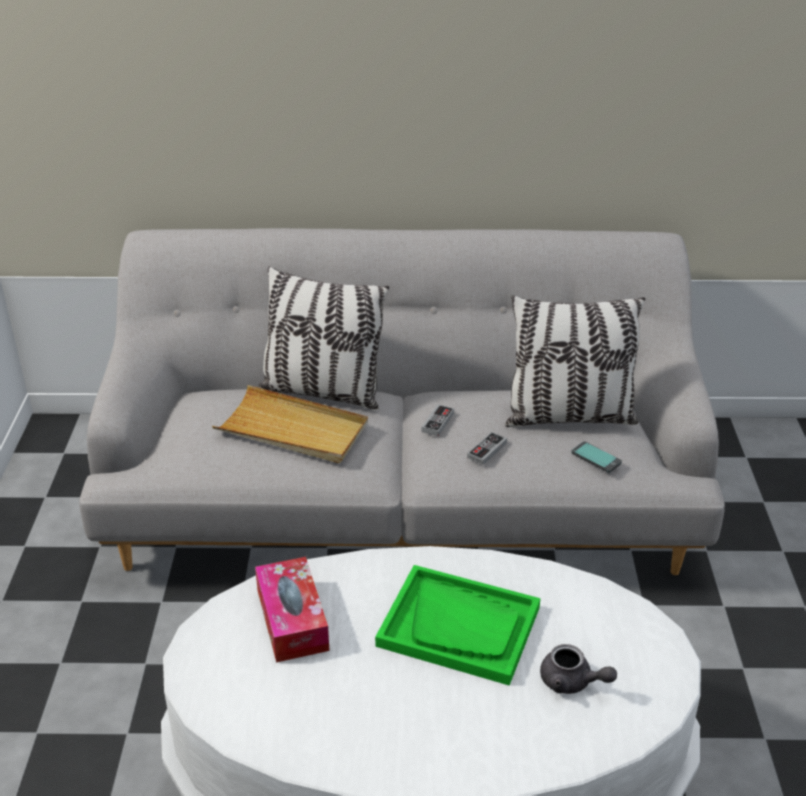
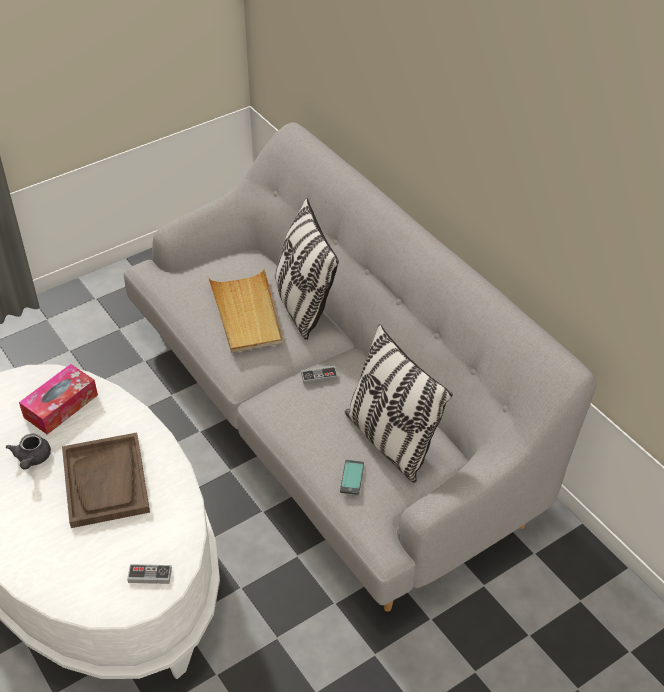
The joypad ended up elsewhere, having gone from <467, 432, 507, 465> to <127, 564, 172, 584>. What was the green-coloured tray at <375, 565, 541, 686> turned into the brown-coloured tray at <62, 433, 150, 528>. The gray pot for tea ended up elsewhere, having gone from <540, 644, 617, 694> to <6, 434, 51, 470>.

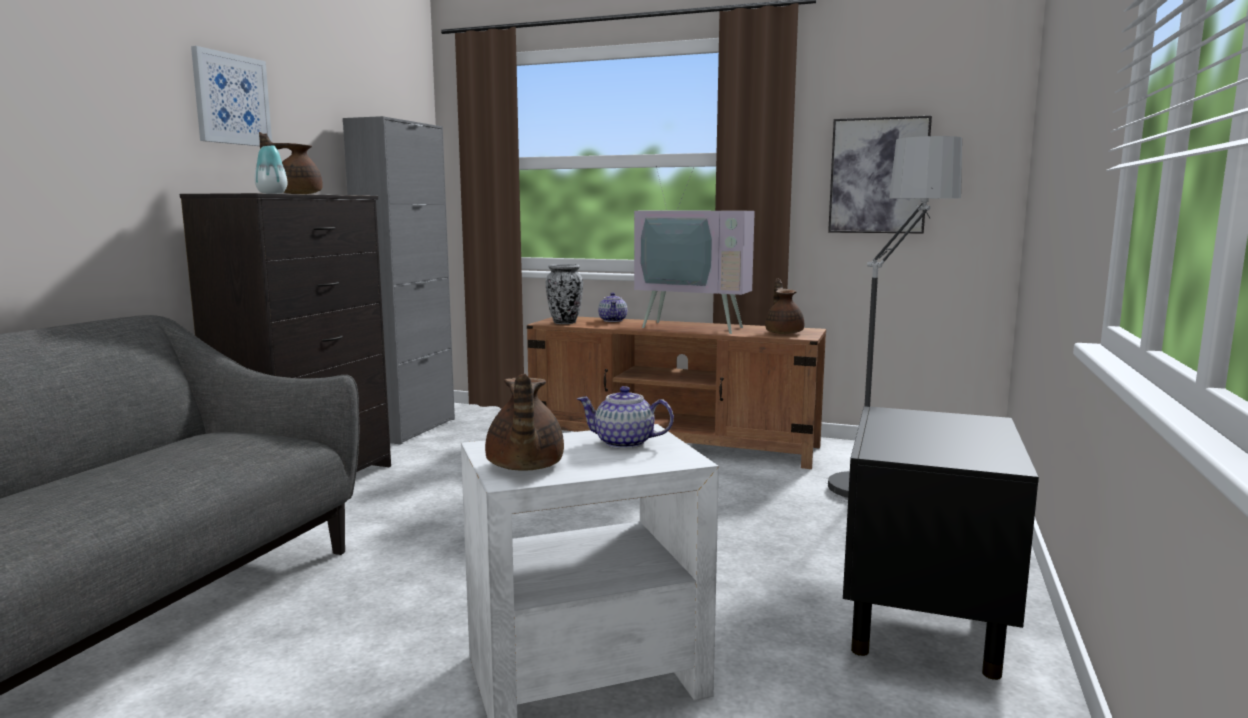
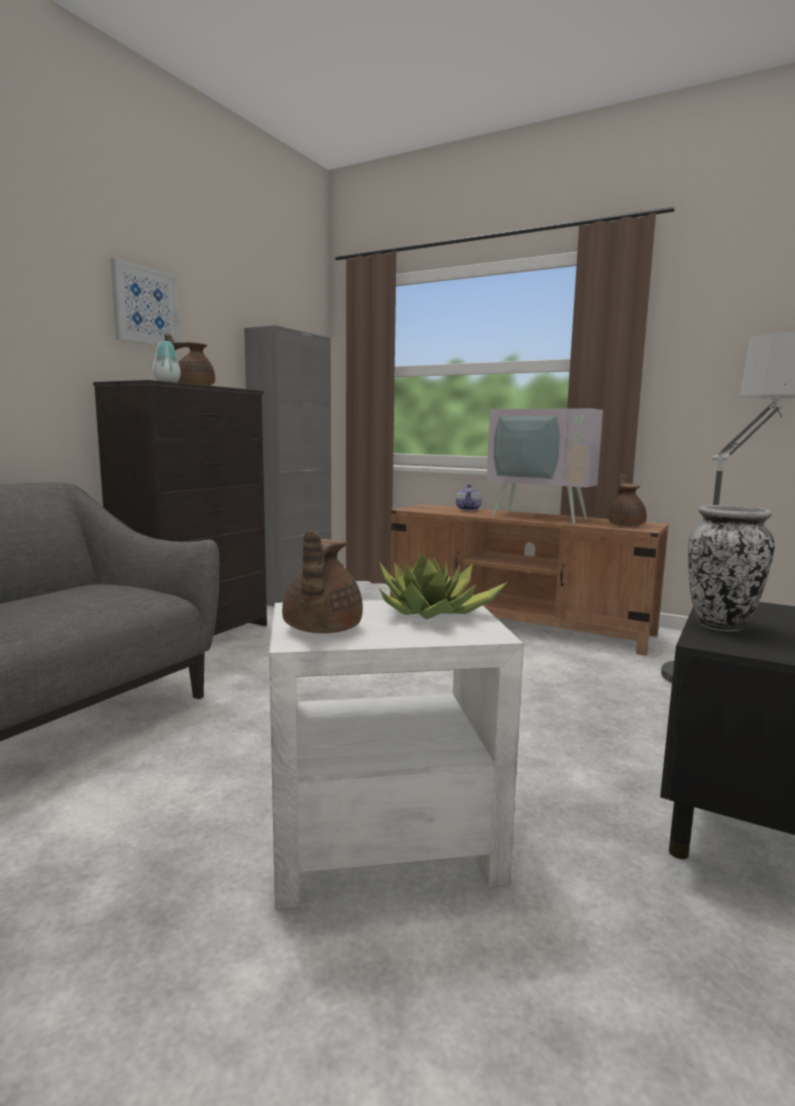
The second view lost the wall picture at <828, 116, 932, 234>. The decorative vase ended up elsewhere, having gone from <546, 264, 583, 324> to <688, 505, 775, 632>. Where the pot for tea stood at <577, 386, 674, 449>, the potted plant came to stand at <379, 552, 507, 620>.

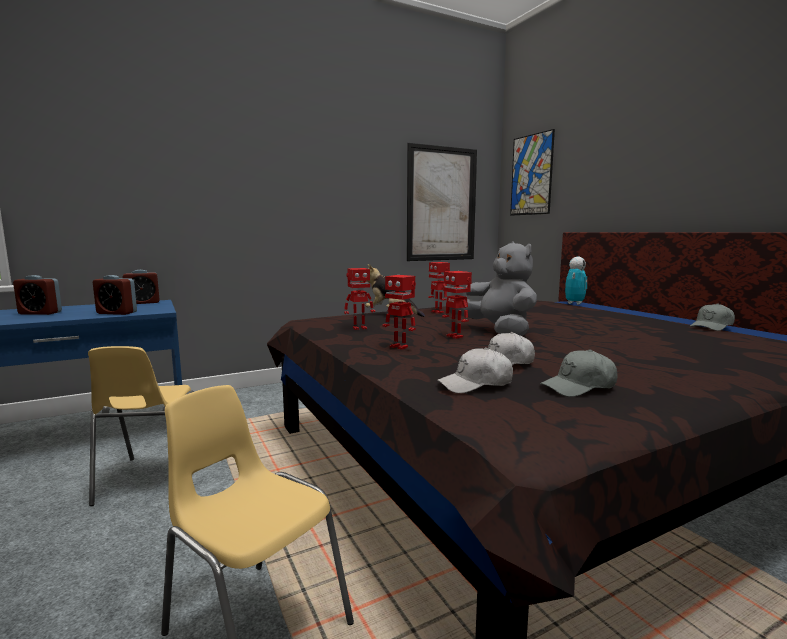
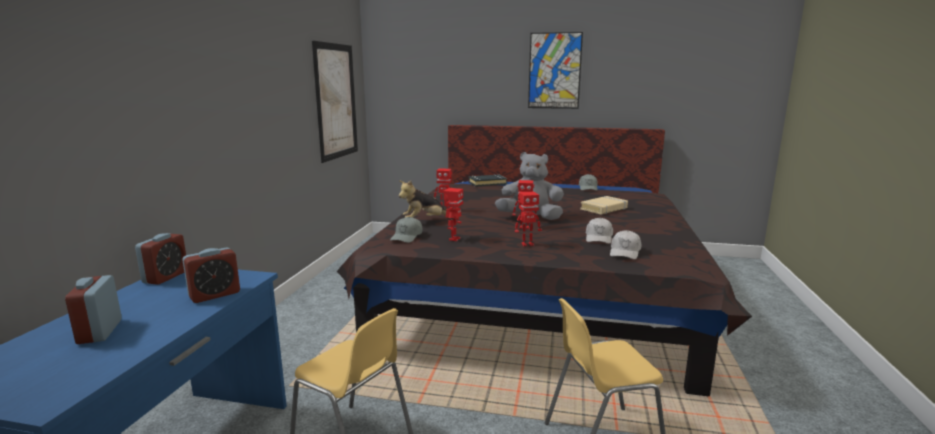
The wall picture ended up elsewhere, having gone from <510, 129, 555, 216> to <528, 32, 583, 109>. Where the toy robot stood at <565, 257, 587, 305>, the black volume came to stand at <469, 174, 507, 187>. The table clock at <13, 275, 62, 315> ended up facing another way, 120 degrees clockwise from before. The gray baseball cap ended up elsewhere, having gone from <540, 349, 618, 397> to <390, 217, 422, 243>. The second view gained the beige volume at <580, 196, 628, 215>.

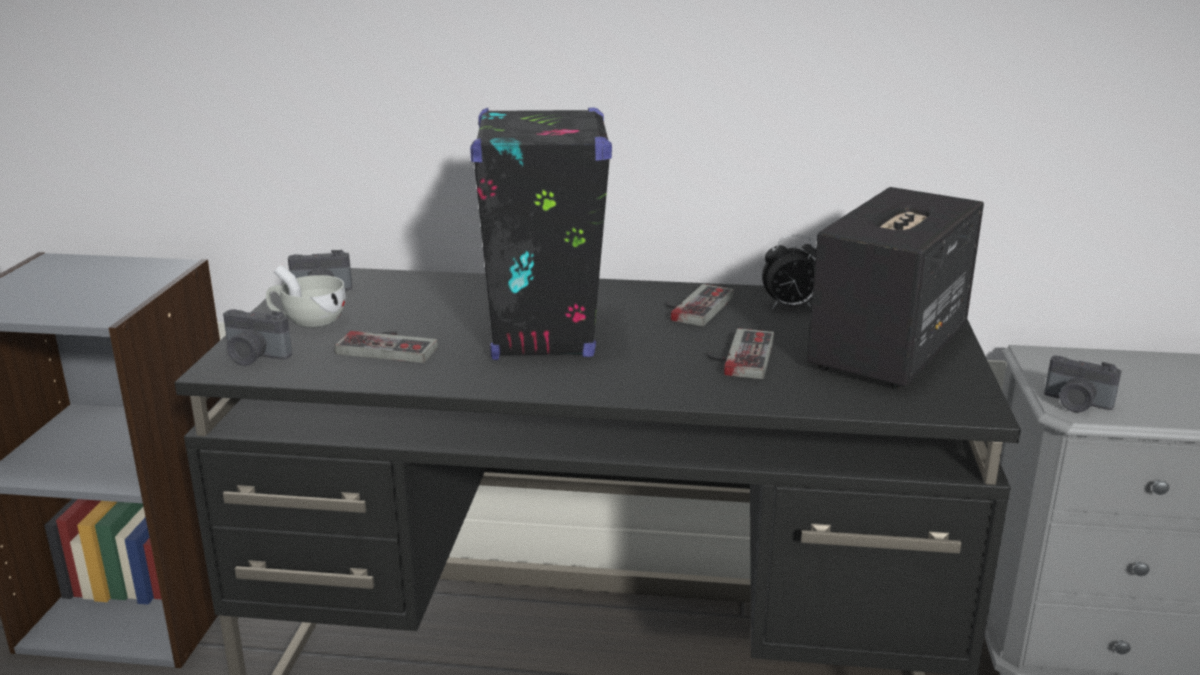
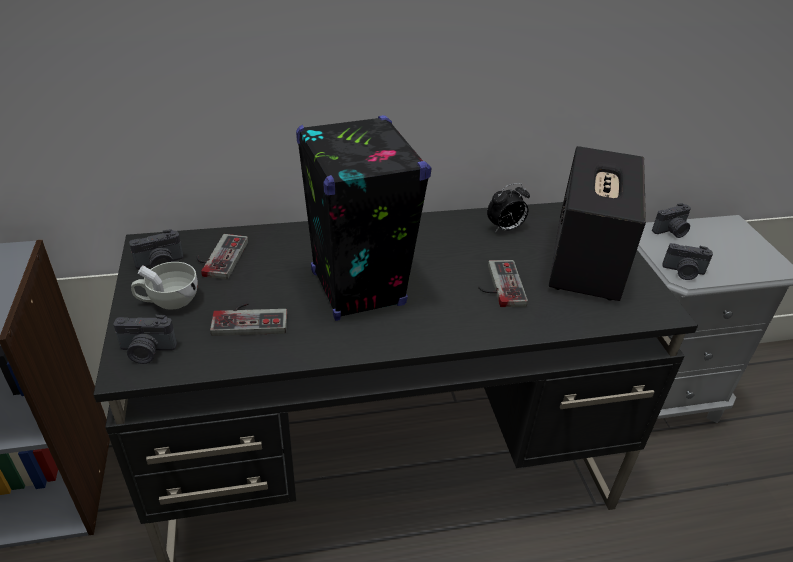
The joypad ended up elsewhere, having gone from <665, 284, 734, 326> to <196, 234, 248, 280>. The second view gained the photo camera at <652, 203, 691, 238>.

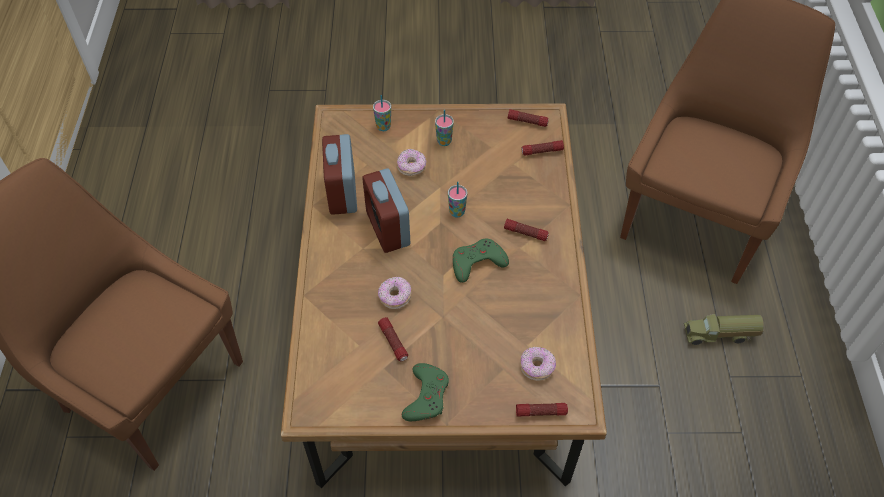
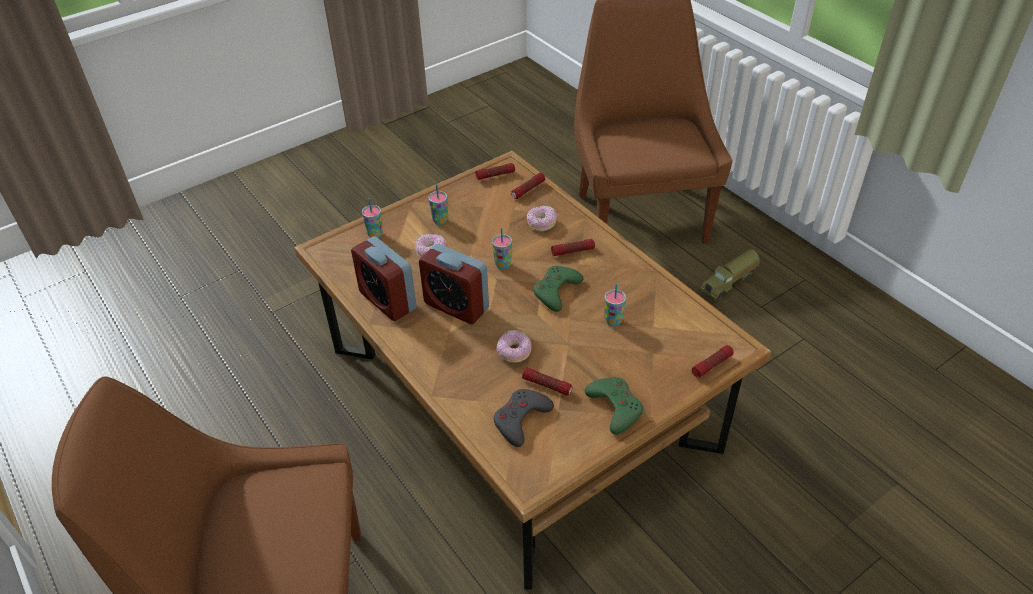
The donut ended up elsewhere, having gone from <520, 347, 556, 381> to <527, 206, 557, 231>. The second view gained the small cup at <605, 284, 626, 326>. The second view gained the gray joypad at <493, 389, 554, 447>.

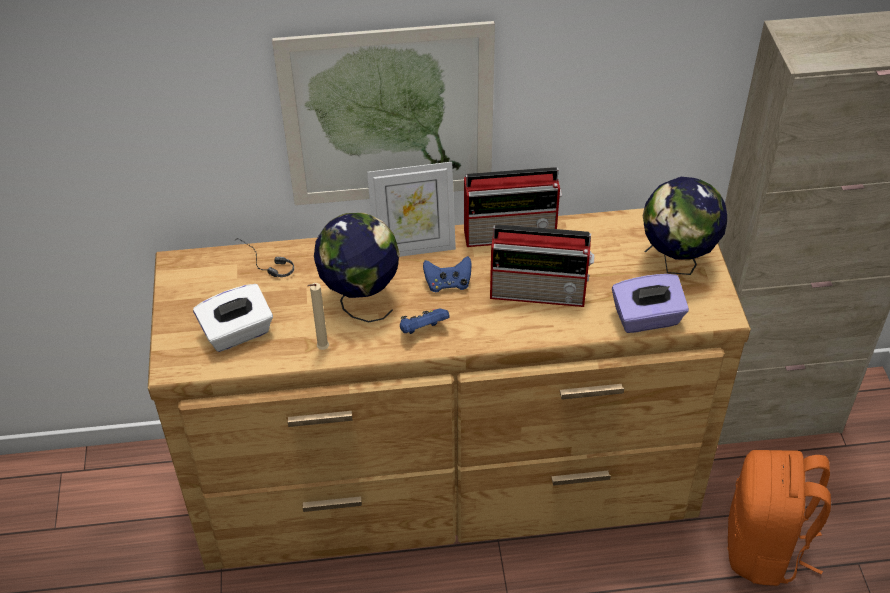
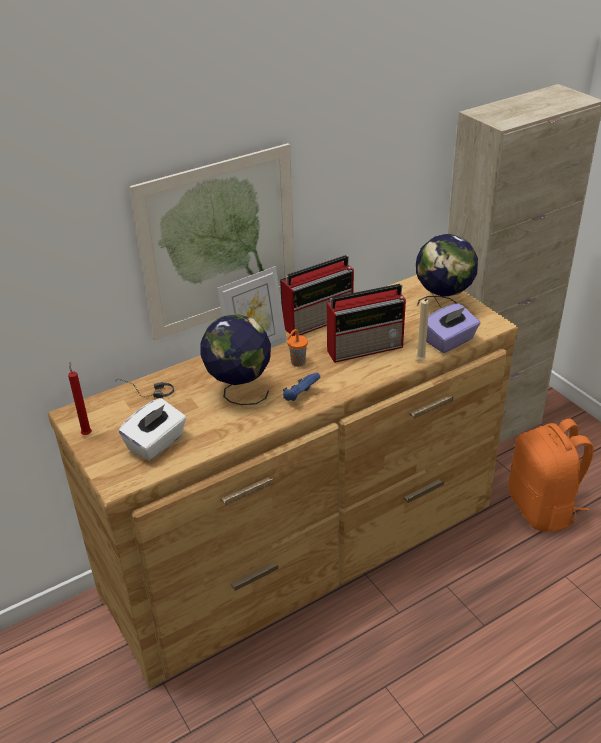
Where the bluish joypad stood at <423, 256, 472, 292>, the orange-coloured small cup came to stand at <287, 329, 308, 367>. The beige candle ended up elsewhere, having gone from <307, 283, 329, 350> to <416, 298, 429, 360>. The second view gained the red-coloured candle at <68, 362, 92, 435>.

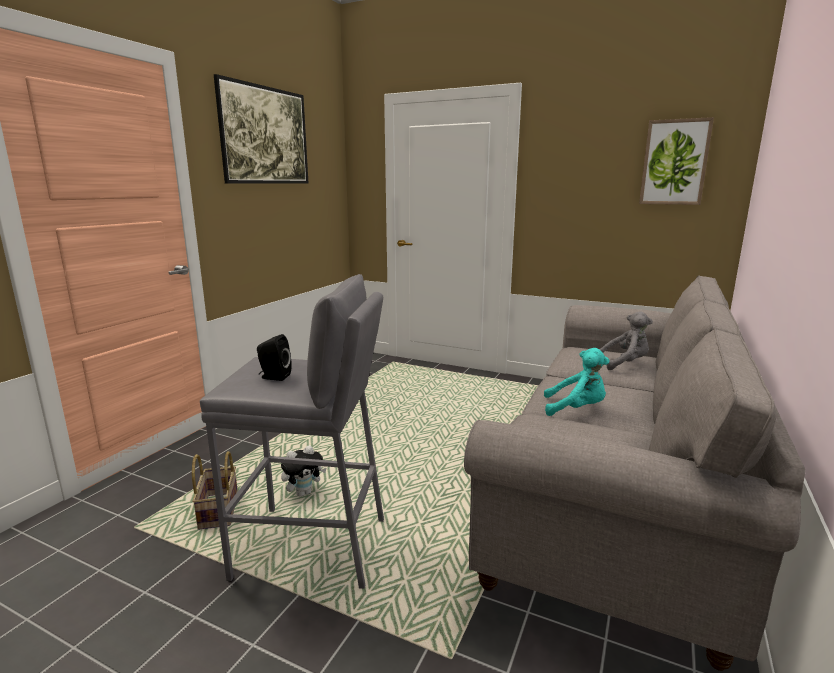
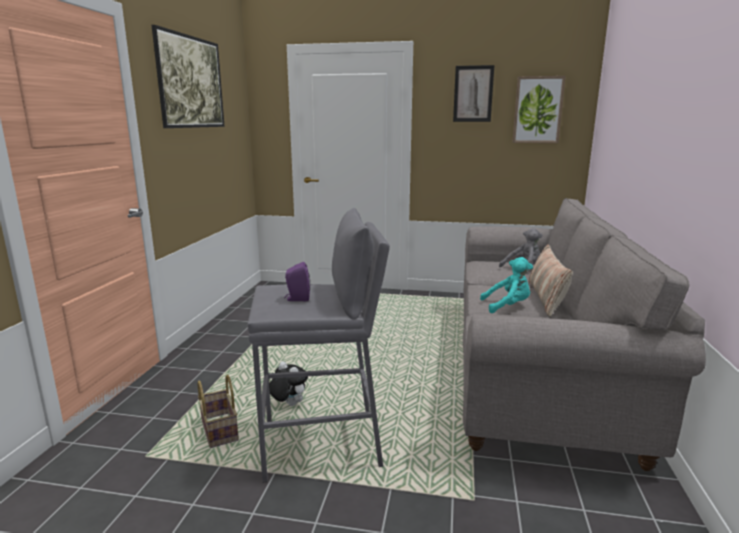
What was the black audio speaker at <257, 334, 292, 381> turned into the purplish audio speaker at <284, 262, 310, 301>. The cuddly toy at <281, 445, 326, 497> ended up facing another way, 90 degrees counterclockwise from before. The second view gained the wall picture at <453, 65, 494, 122>. The second view gained the pillow at <529, 244, 573, 317>.

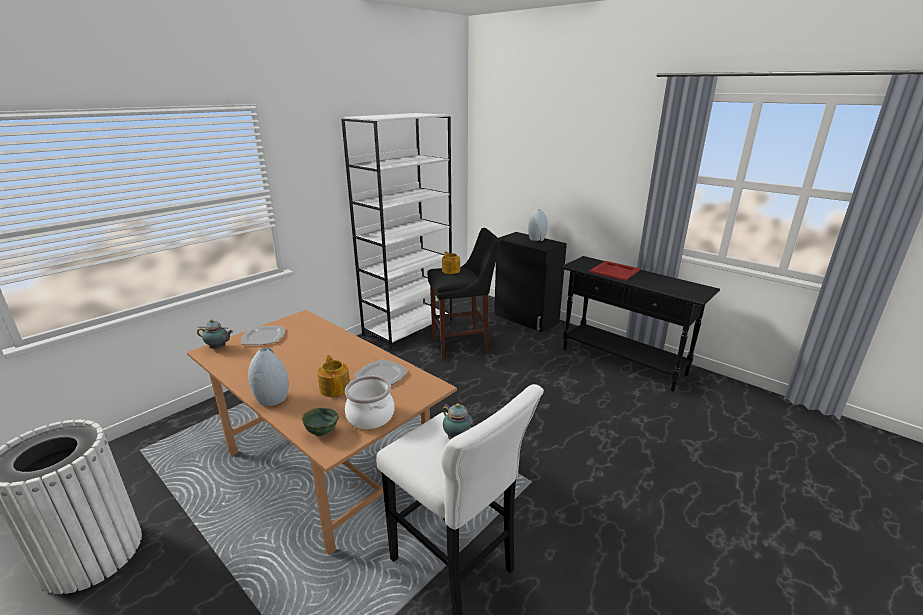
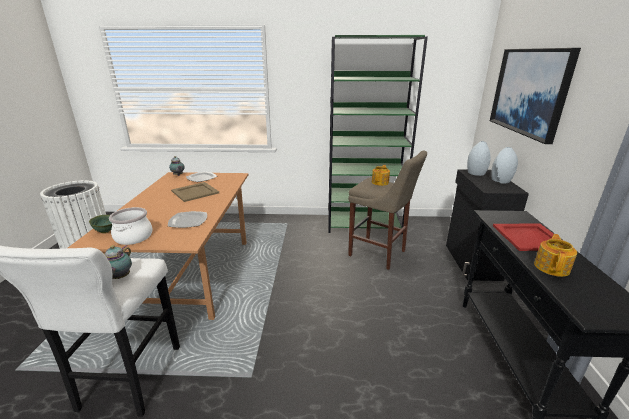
What was the white-coloured shelving unit at <341, 113, 452, 350> turned into the green-coloured shelving unit at <328, 35, 428, 234>. What was the black sitting stool at <427, 228, 501, 359> turned into the beige sitting stool at <348, 151, 427, 270>. The gray decorative vase ended up elsewhere, having gone from <248, 348, 289, 406> to <467, 141, 491, 176>. The pot for tea ended up elsewhere, having gone from <317, 355, 350, 397> to <534, 234, 577, 277>. The second view gained the wall picture at <490, 48, 581, 144>. The second view gained the beige tray at <171, 182, 219, 202>.

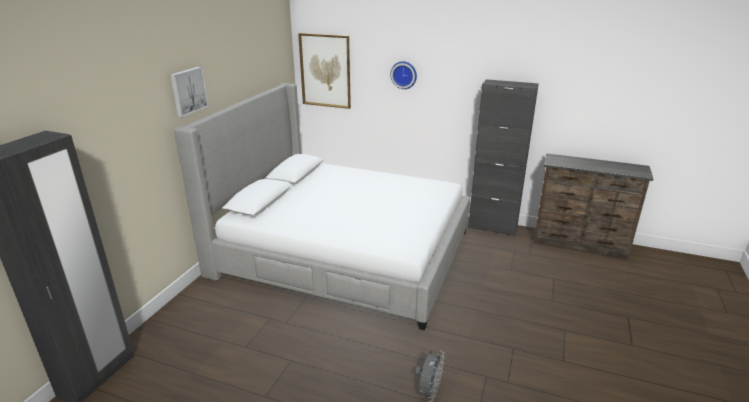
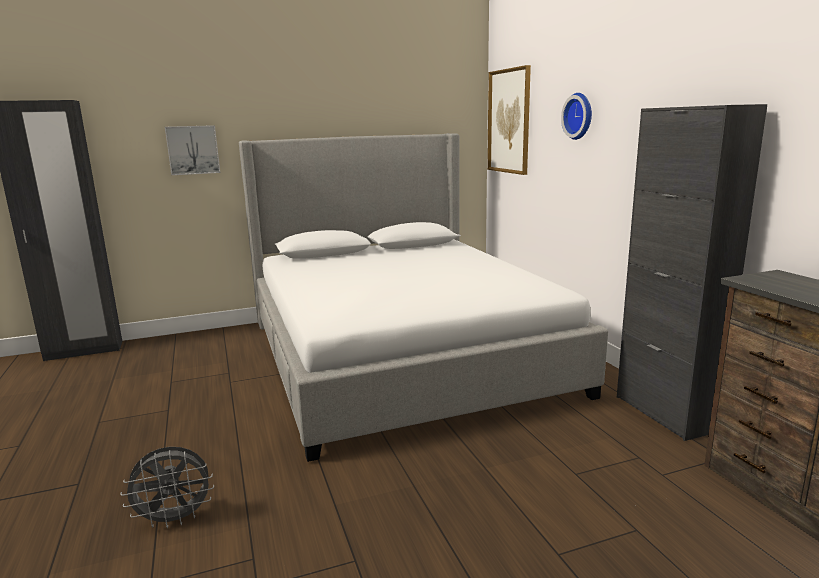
The wall picture ended up elsewhere, having gone from <170, 67, 209, 117> to <165, 125, 220, 175>.

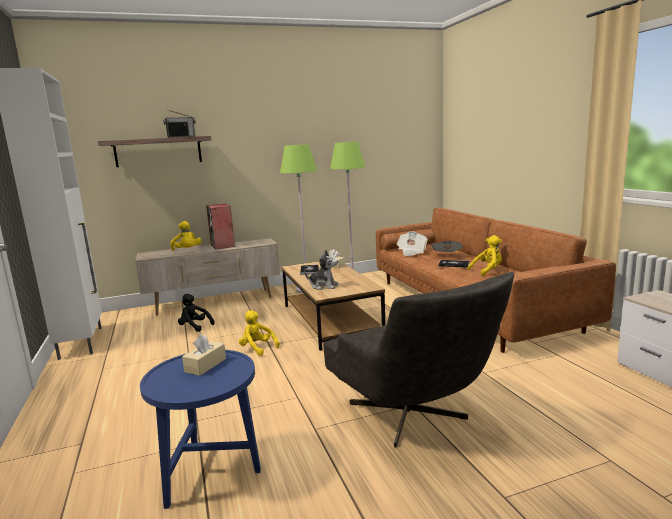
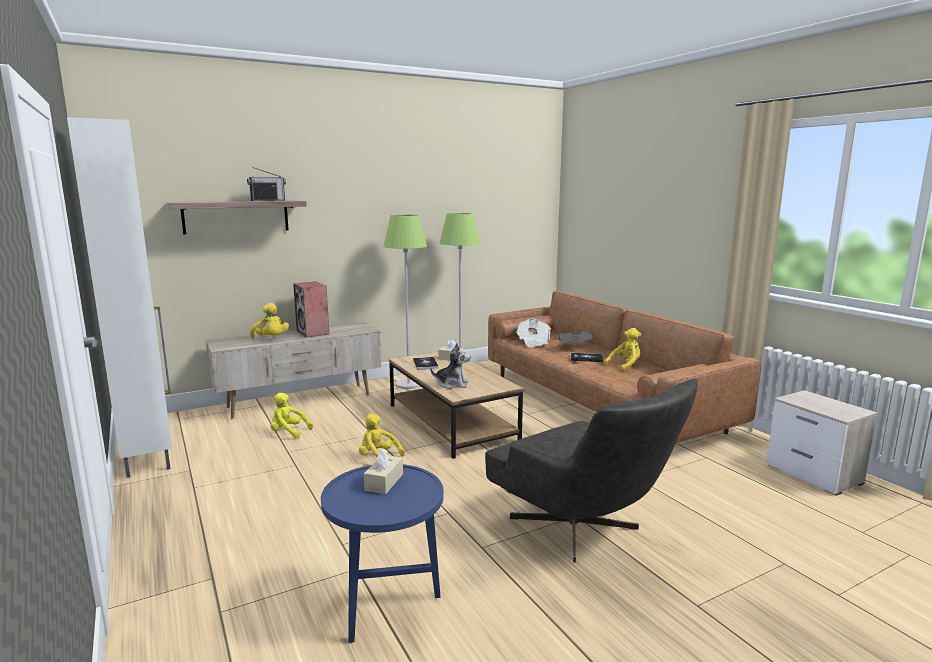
What was the black cuddly toy at <178, 294, 215, 332> turned into the yellow cuddly toy at <270, 393, 313, 438>.

